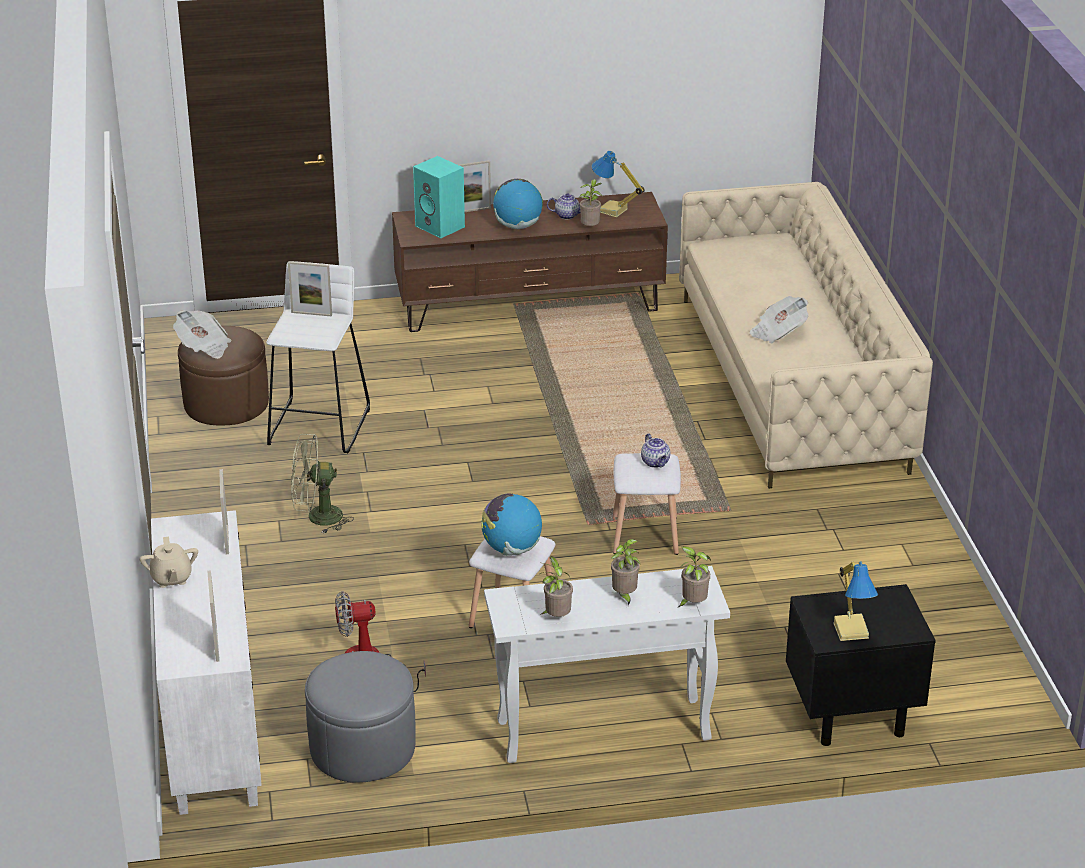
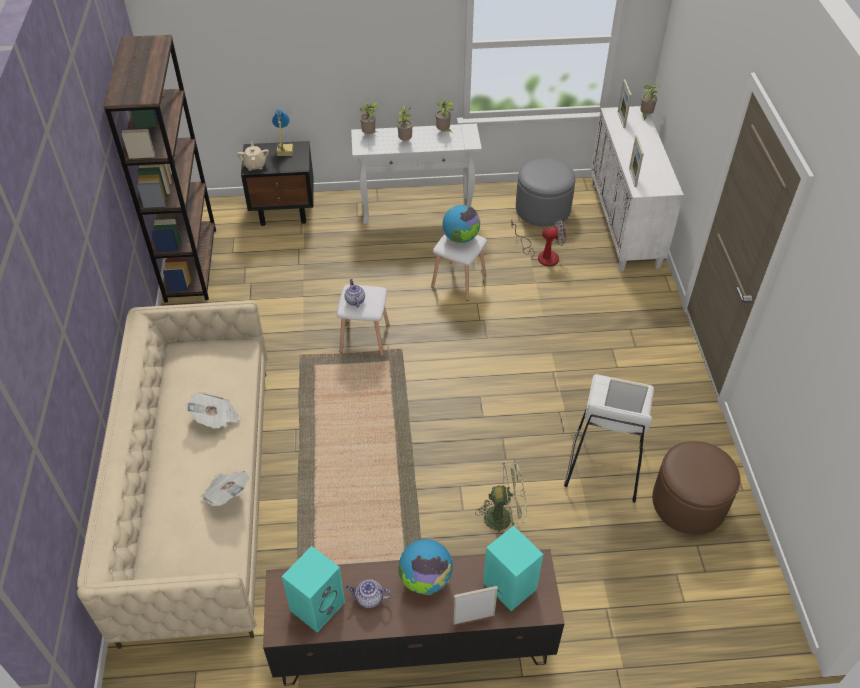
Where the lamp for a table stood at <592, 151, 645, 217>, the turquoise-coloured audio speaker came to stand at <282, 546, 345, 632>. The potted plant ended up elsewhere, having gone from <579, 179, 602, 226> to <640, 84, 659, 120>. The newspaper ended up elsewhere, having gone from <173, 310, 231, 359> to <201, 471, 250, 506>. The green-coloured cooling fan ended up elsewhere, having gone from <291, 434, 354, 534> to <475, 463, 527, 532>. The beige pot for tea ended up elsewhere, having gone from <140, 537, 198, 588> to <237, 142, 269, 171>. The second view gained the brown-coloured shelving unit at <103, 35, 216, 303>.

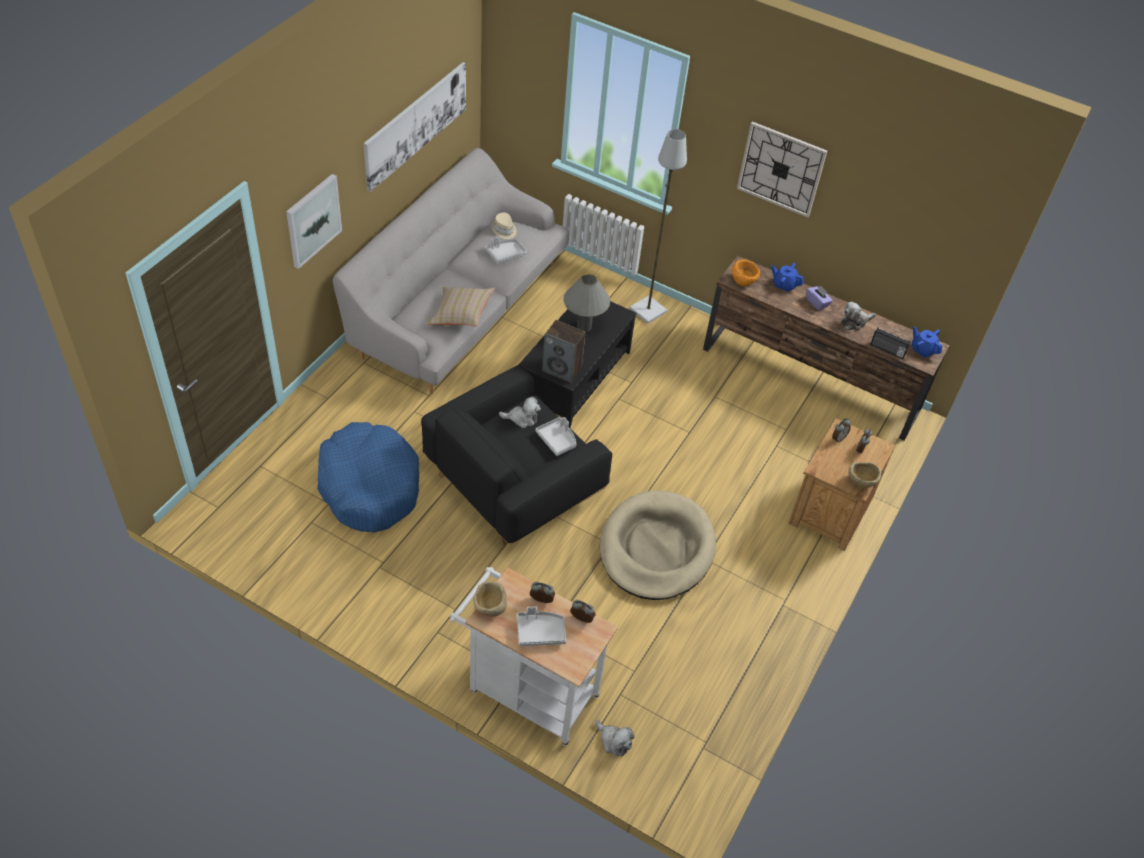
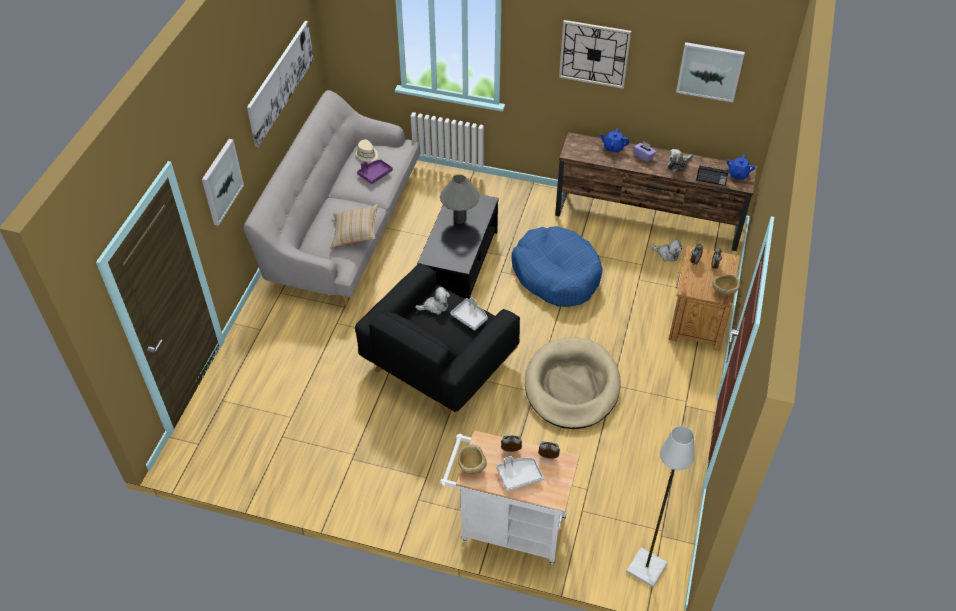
The gray standard lamp ended up elsewhere, having gone from <630, 129, 687, 324> to <626, 426, 695, 587>. What was the gray tray at <485, 237, 527, 264> turned into the purplish tray at <357, 160, 393, 184>. The second view lost the orange-coloured bowl at <732, 259, 760, 286>. The second view lost the audio speaker at <542, 320, 585, 383>. The bluish pot for tea at <912, 326, 943, 358> ended up facing another way, 105 degrees counterclockwise from before. The bluish dog bed ended up elsewhere, having gone from <317, 422, 419, 532> to <512, 226, 603, 307>. The cuddly toy ended up elsewhere, having gone from <595, 720, 635, 756> to <651, 240, 682, 262>. The second view gained the wall picture at <676, 42, 745, 102>.

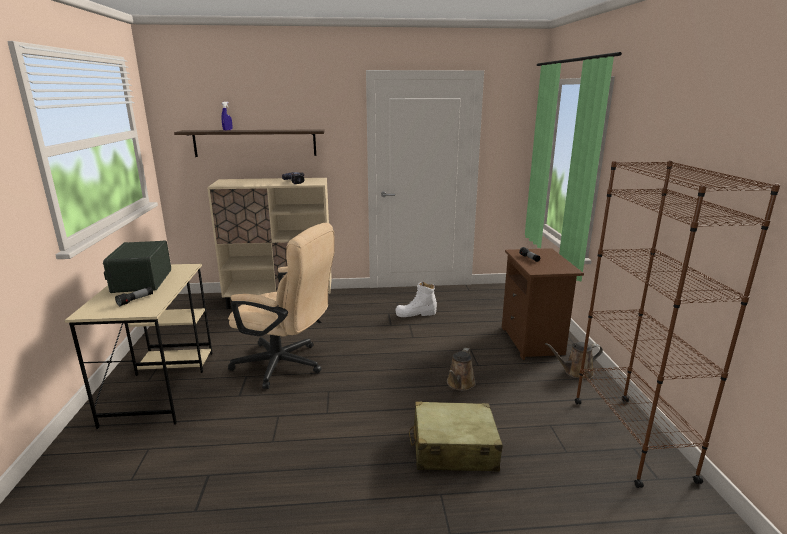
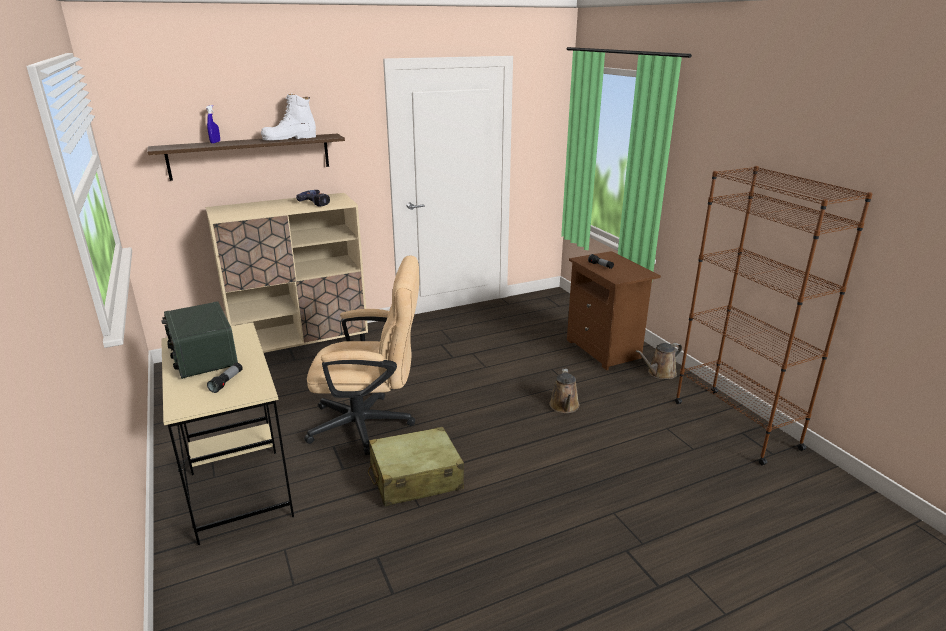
The white-coloured boot ended up elsewhere, having gone from <395, 282, 437, 317> to <261, 94, 316, 141>. The beige piece of luggage ended up elsewhere, having gone from <409, 401, 503, 471> to <368, 427, 464, 506>.

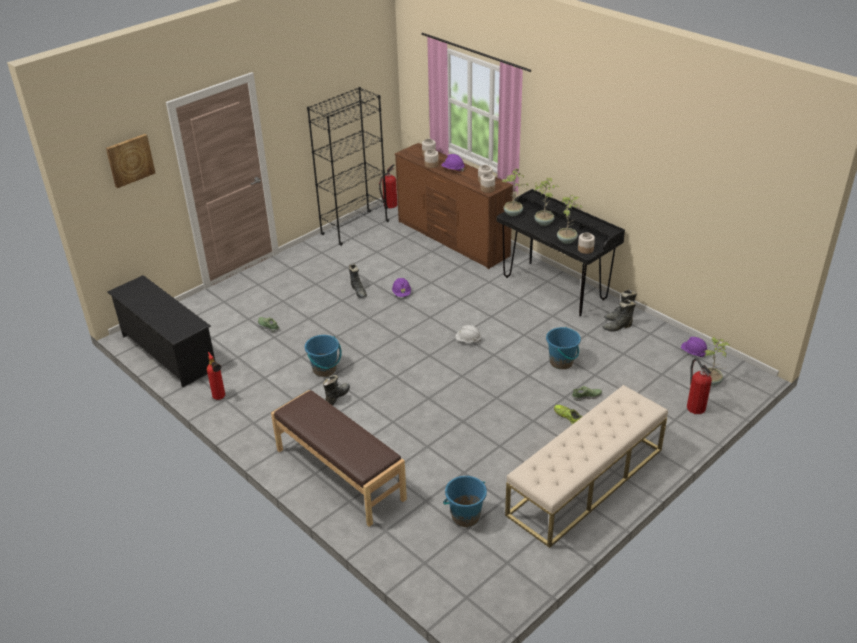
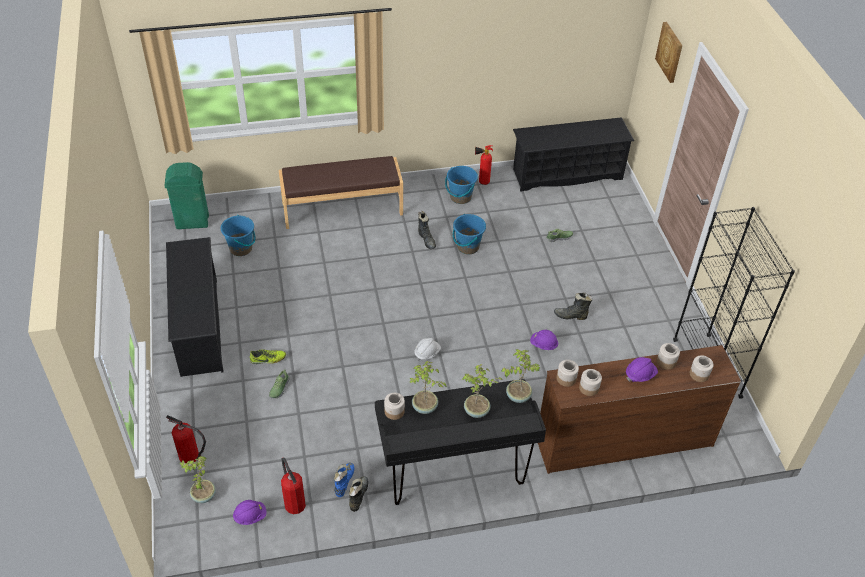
The fire extinguisher ended up elsewhere, having gone from <379, 164, 397, 209> to <281, 458, 306, 514>. What was the black boot at <603, 299, 636, 332> turned into the bluish boot at <334, 463, 354, 497>. The bluish bucket ended up elsewhere, having gone from <546, 327, 581, 369> to <445, 166, 478, 204>. Where the beige bench stood at <505, 385, 668, 548>, the black shoe rack came to stand at <166, 237, 223, 377>. The second view gained the green-coloured trash can at <164, 162, 209, 229>.

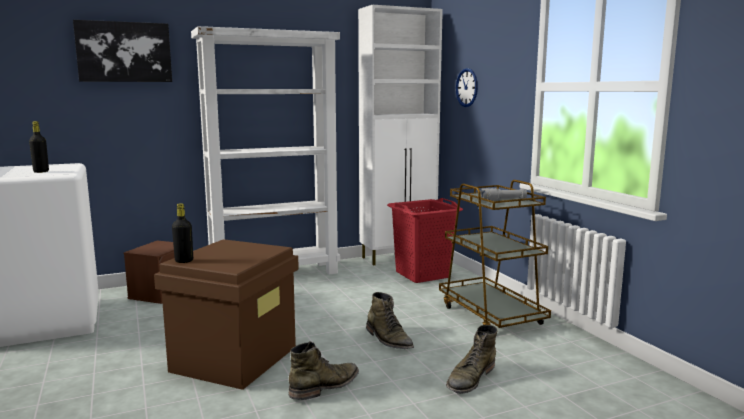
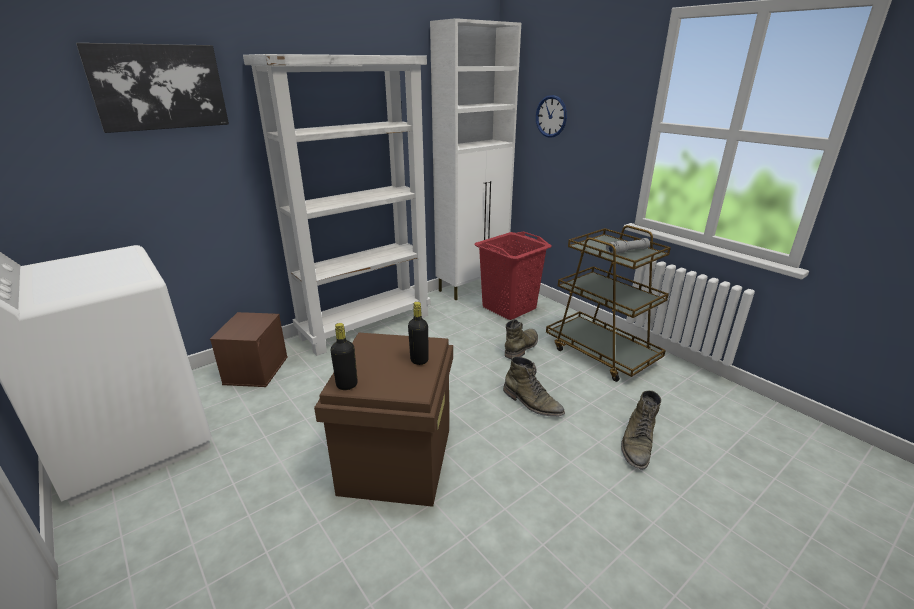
The black drink bottle ended up elsewhere, having gone from <29, 121, 49, 173> to <408, 302, 429, 365>. The green-coloured boot ended up elsewhere, having gone from <289, 341, 359, 400> to <505, 319, 538, 359>.

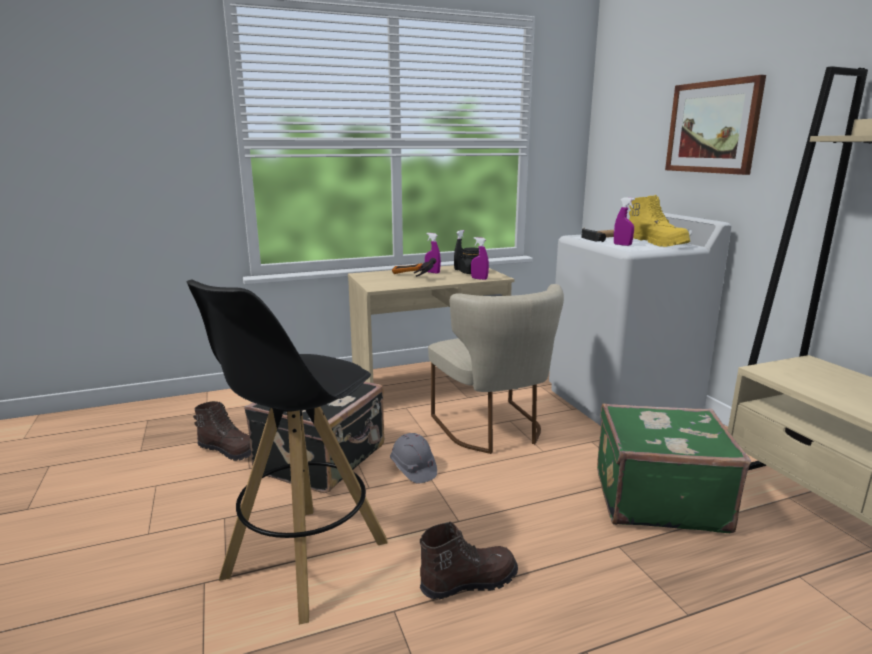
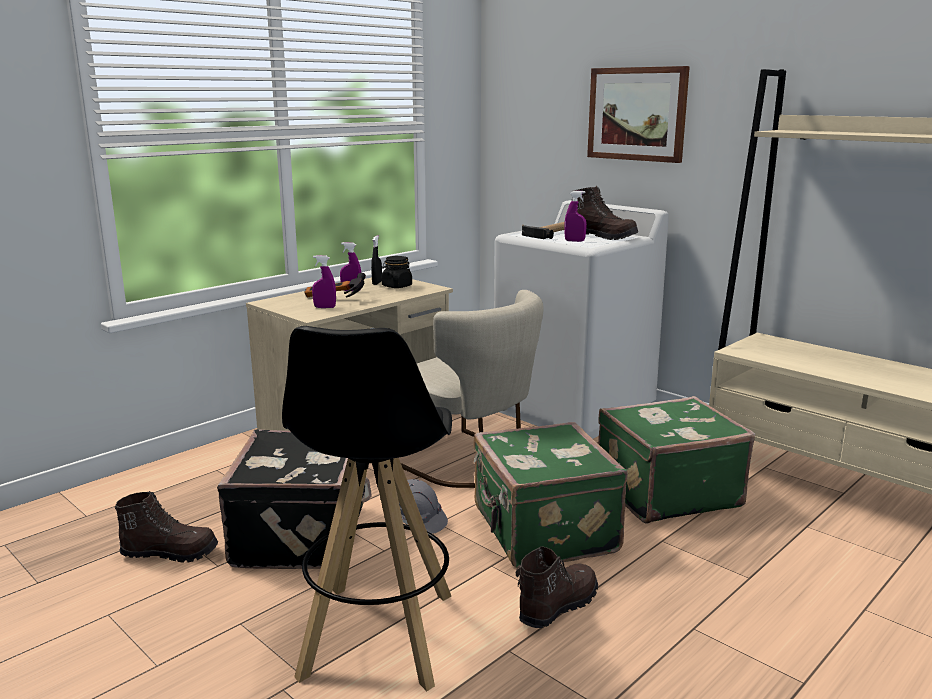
What was the yellow boot at <629, 195, 690, 247> turned into the brown-coloured boot at <572, 186, 638, 240>. The purplish spray bottle ended up elsewhere, having gone from <471, 237, 489, 280> to <312, 255, 336, 308>. The second view gained the green-coloured piece of luggage at <473, 422, 628, 568>.

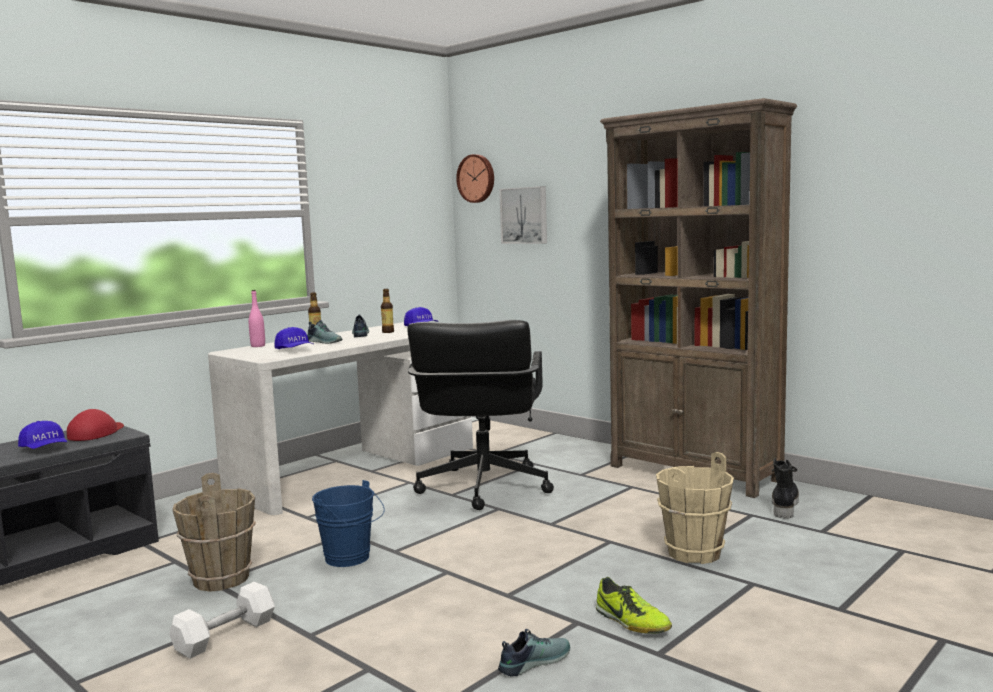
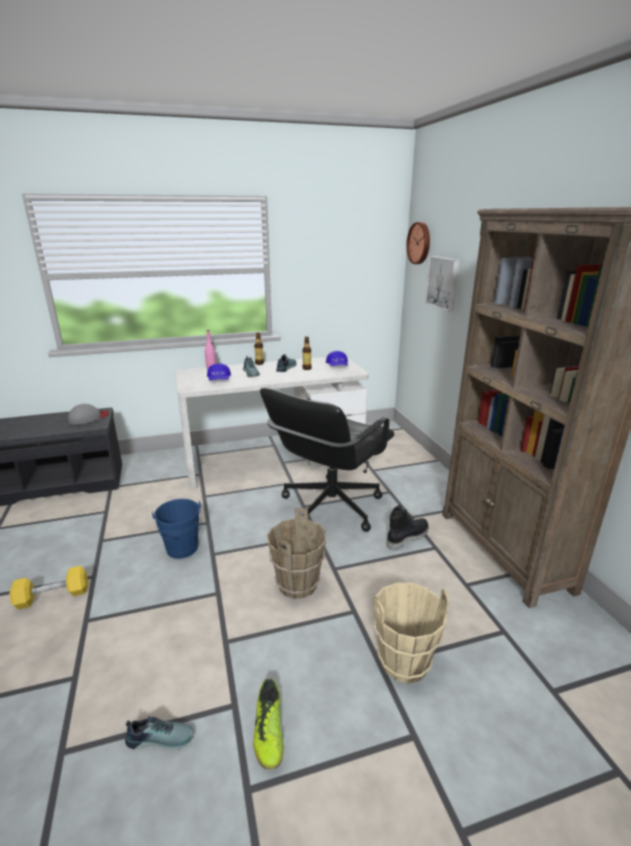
What was the red-coloured baseball cap at <67, 409, 124, 441> turned into the gray baseball cap at <68, 404, 109, 425>. The second view lost the bluish baseball cap at <18, 421, 67, 449>. The black boot ended up elsewhere, having gone from <771, 459, 799, 519> to <387, 505, 429, 551>. The brown-coloured bucket ended up elsewhere, having gone from <172, 473, 256, 592> to <267, 508, 326, 599>. What was the white-coloured free weight at <169, 582, 275, 659> turned into the yellow free weight at <9, 566, 88, 609>.

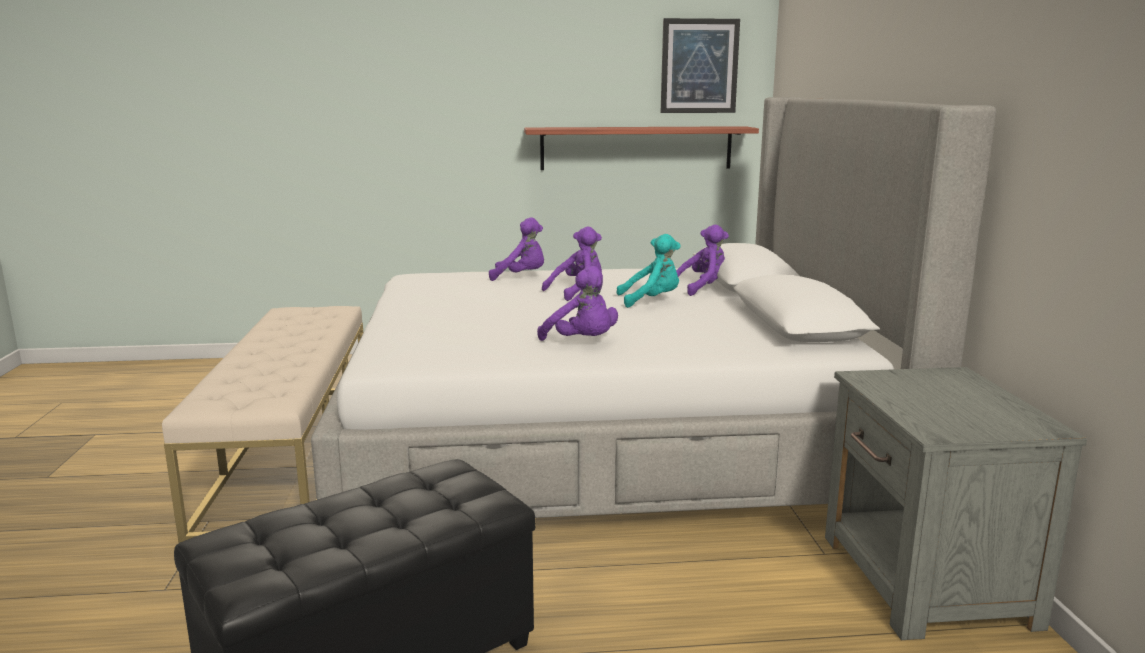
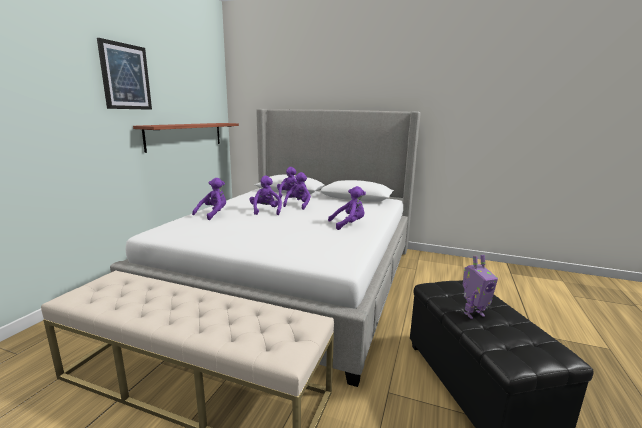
The wall picture ended up elsewhere, having gone from <661, 18, 740, 113> to <97, 38, 152, 110>. What was the turquoise-coloured cuddly toy at <617, 234, 680, 308> turned into the purplish cuddly toy at <283, 172, 311, 210>. The second view lost the gray night table at <825, 367, 1087, 640>. The second view gained the toy robot at <463, 255, 498, 319>.

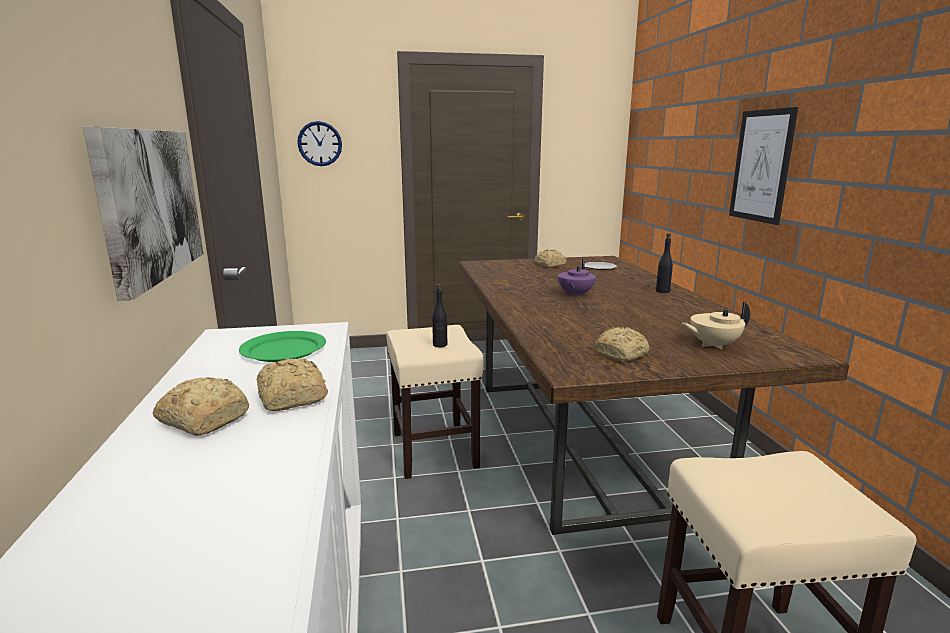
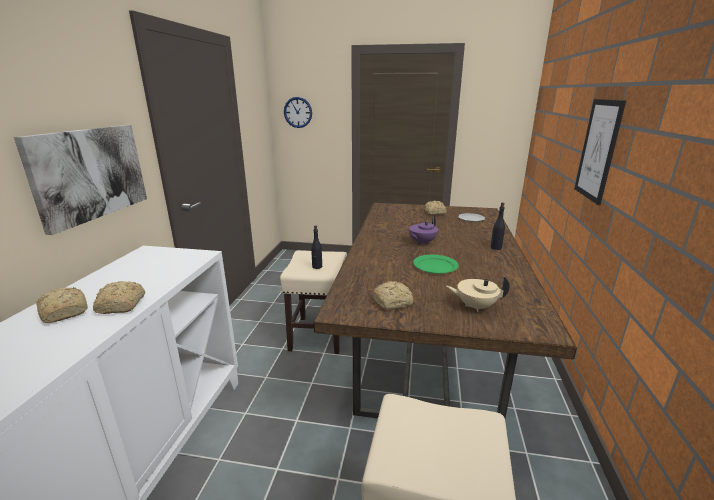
The green-coloured plate ended up elsewhere, having gone from <239, 331, 326, 362> to <413, 255, 459, 274>.

